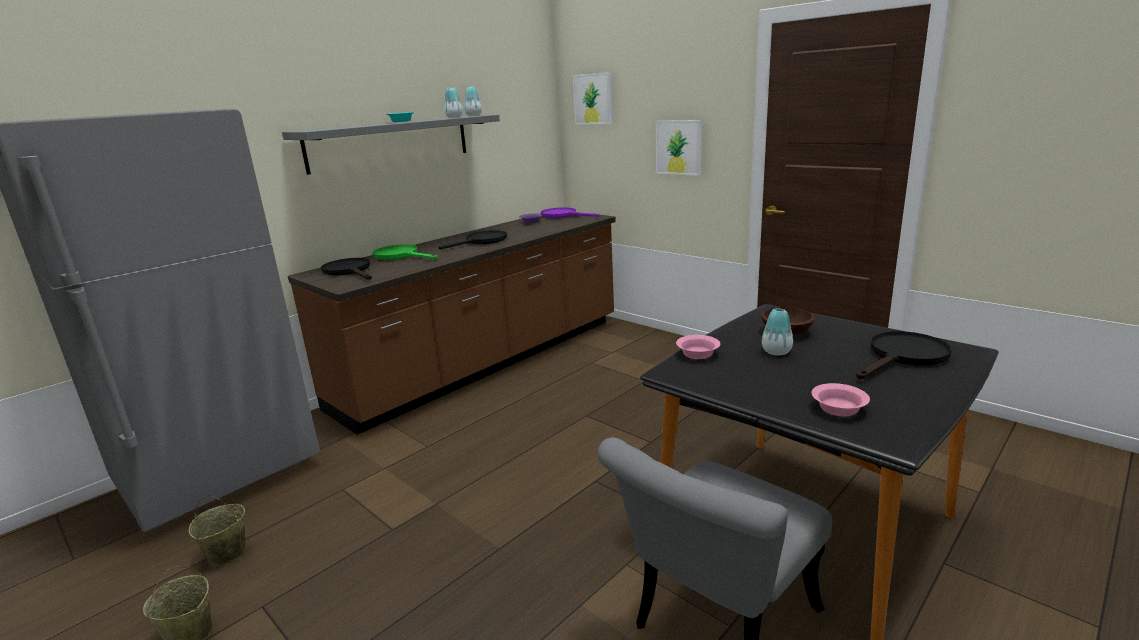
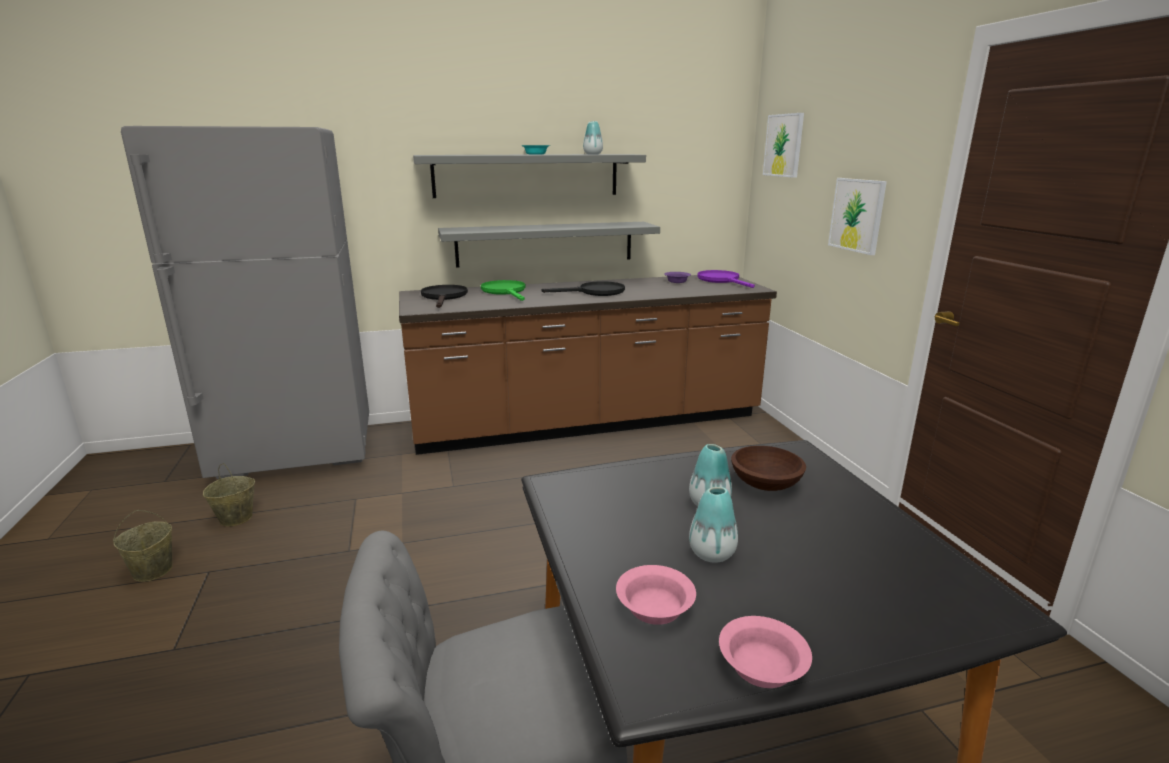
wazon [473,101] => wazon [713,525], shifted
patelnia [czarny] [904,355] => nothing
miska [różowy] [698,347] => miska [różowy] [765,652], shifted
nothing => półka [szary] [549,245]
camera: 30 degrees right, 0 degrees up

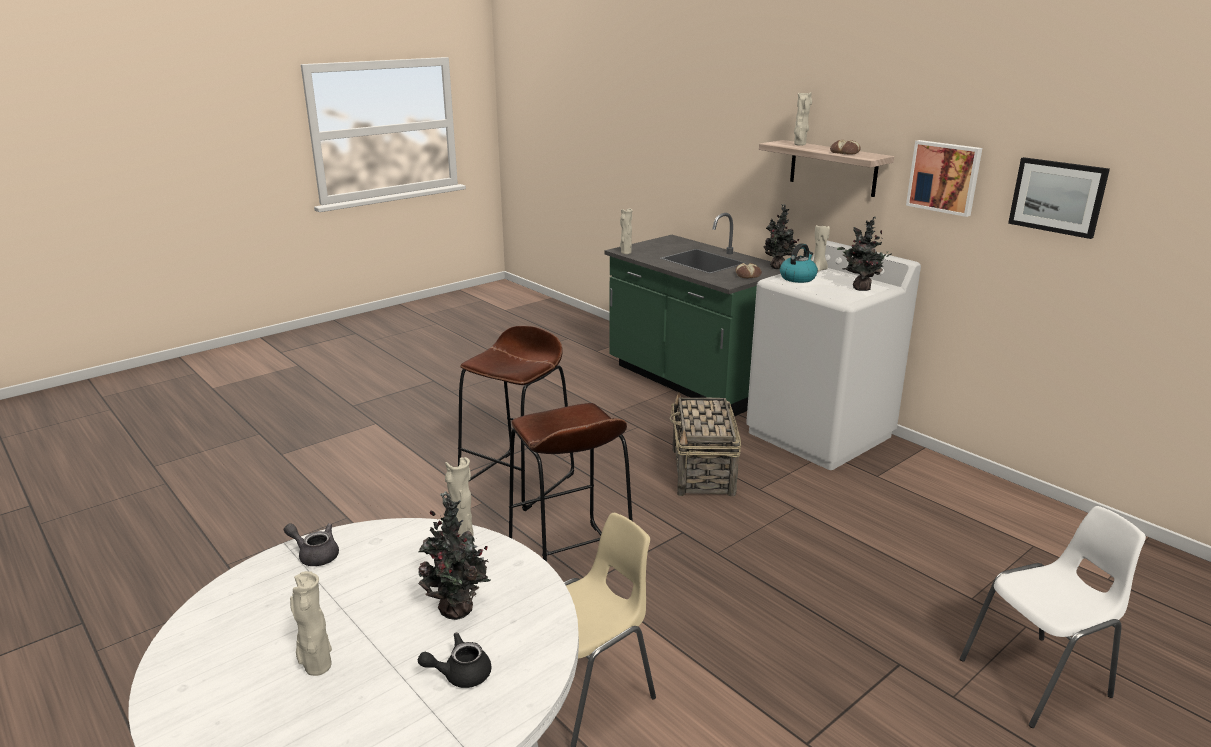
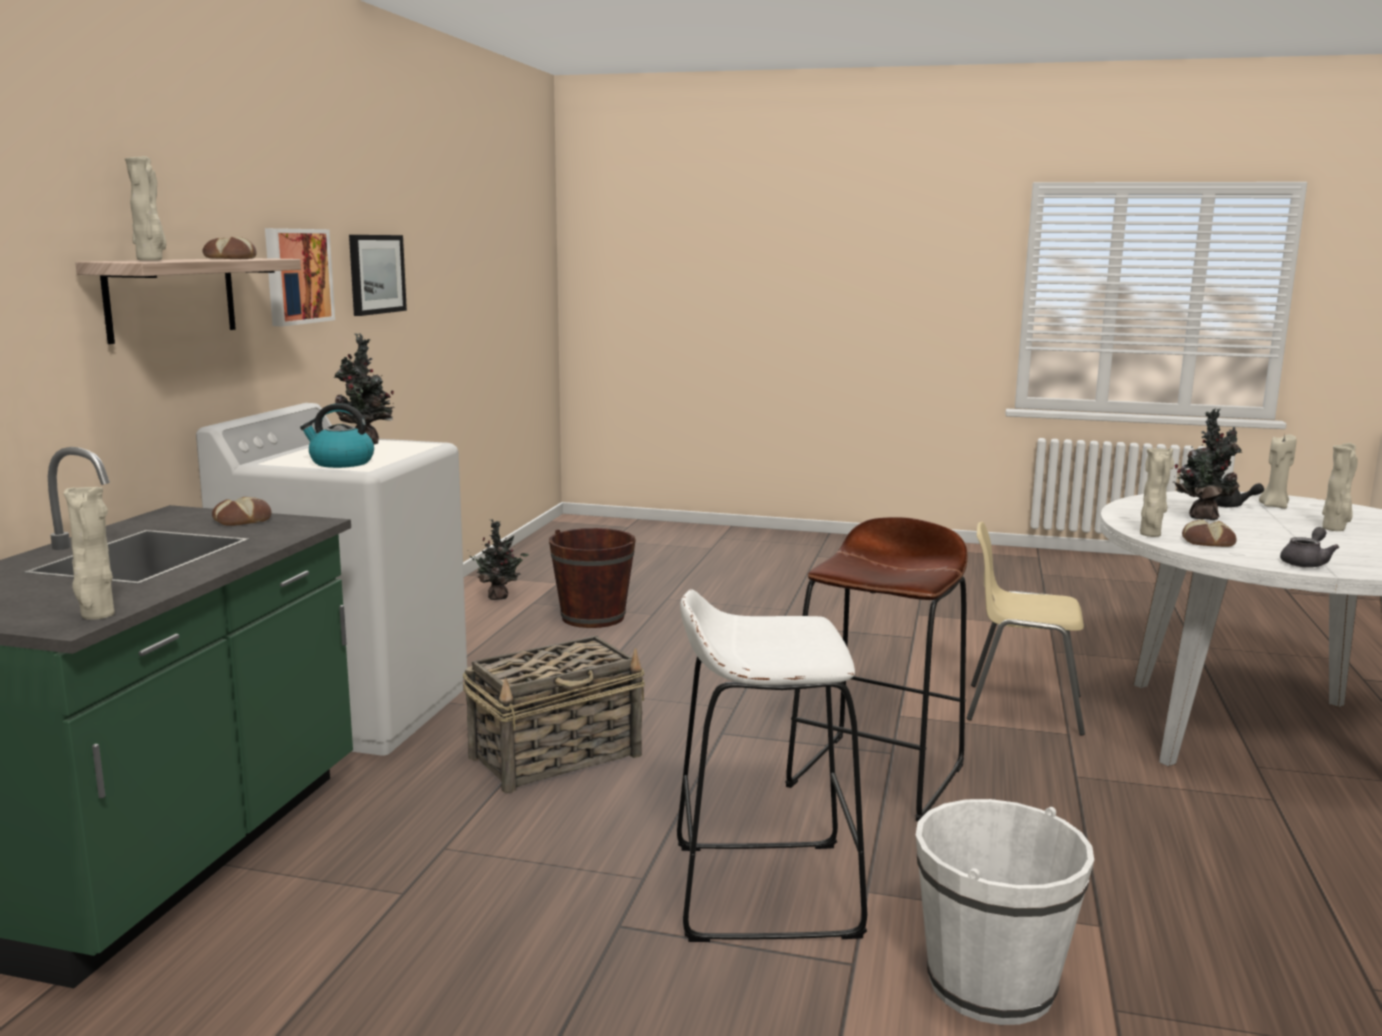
roślina doniczkowa [781,237] => roślina doniczkowa [498,559], shifted
świeca [beżowy] [821,248] => świeca [beżowy] [1278,471], shifted
stołek [brązowy] [516,418] => stołek [biały] [772,765]
krzesło [biały] [1053,617] => nothing
imbryk [szary] [311,544] => imbryk [szary] [1309,547], 120 degrees counterclockwise
nothing => chleb [1209,533]
nothing => wiadro [brązowy] [592,578]
nothing => wiadro [biały] [1005,912]
camera: 125 degrees left, 10 degrees down

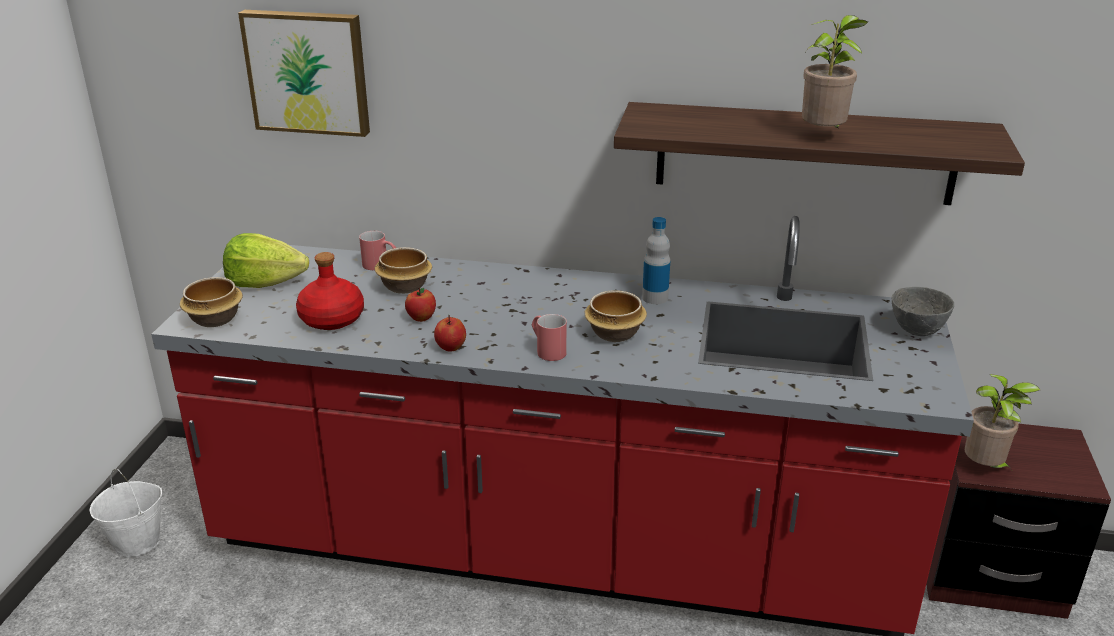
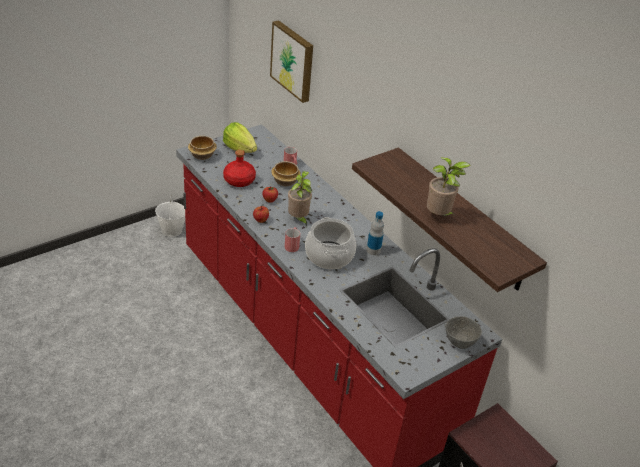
miska [616,316] => garnek [330,243]
roślina doniczkowa [1002,422] => roślina doniczkowa [300,199], shifted
camera: 40 degrees right, 10 degrees up

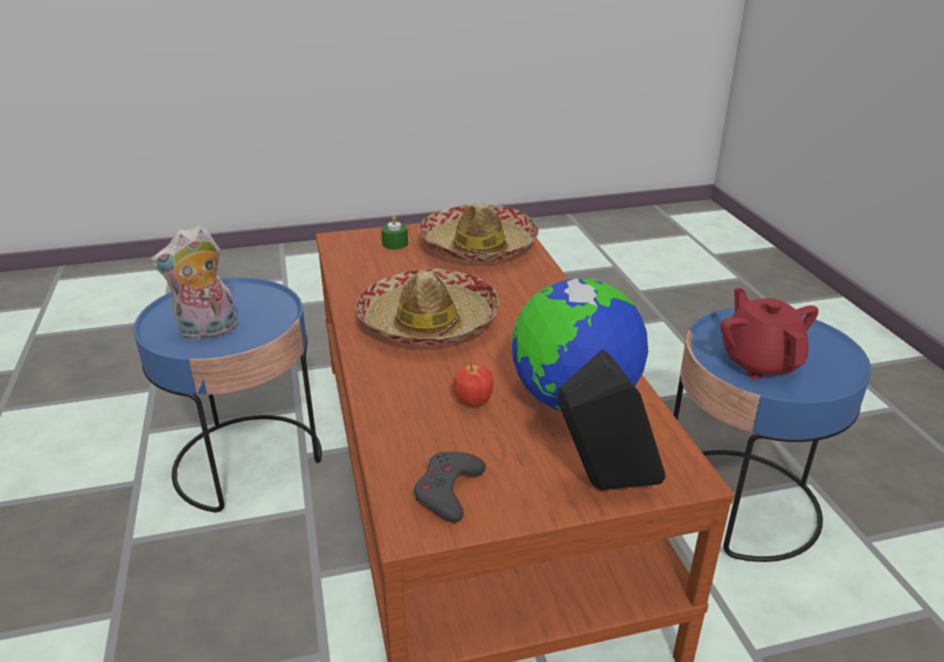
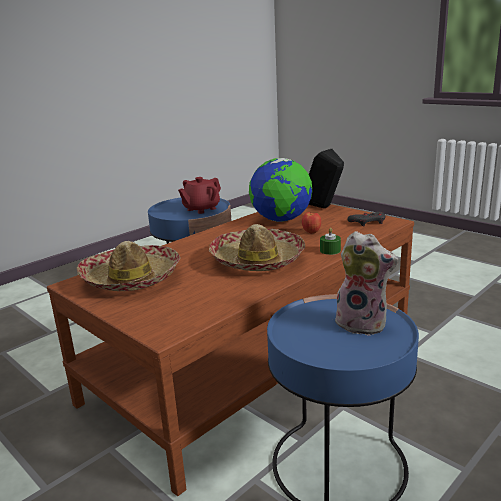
świeca [zielony] [394,232] => świeca [zielony] [330,241], shifted
camera: 120 degrees left, 10 degrees down

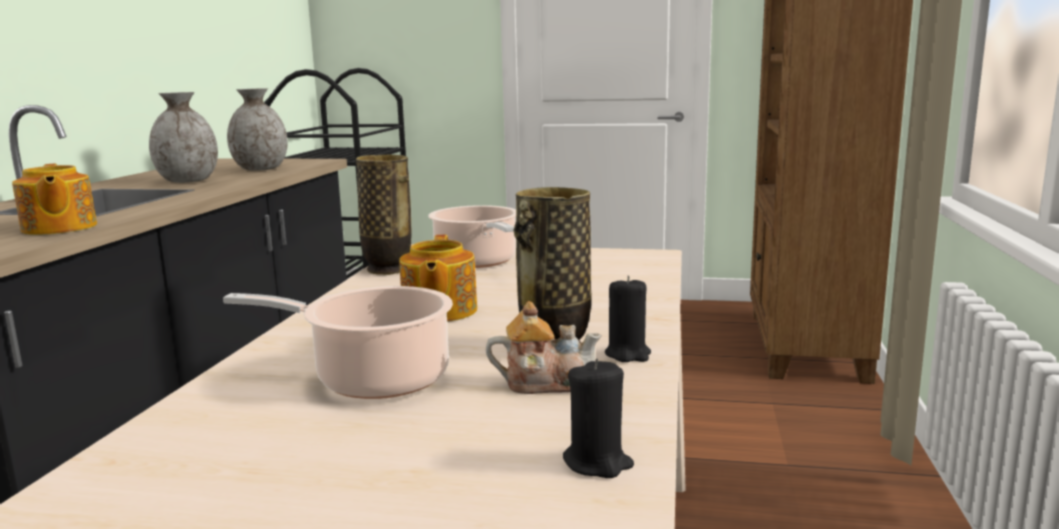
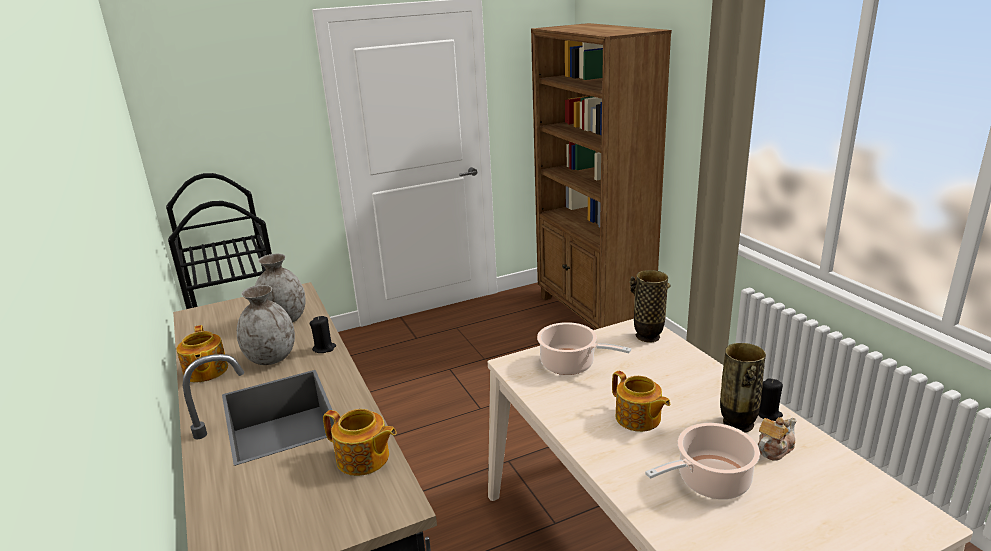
wazon [384,215] => wazon [649,306], shifted
świeca [czarny] [598,418] => świeca [czarny] [323,334], shifted
nothing => imbryk [202,353]
camera: 35 degrees left, 10 degrees up

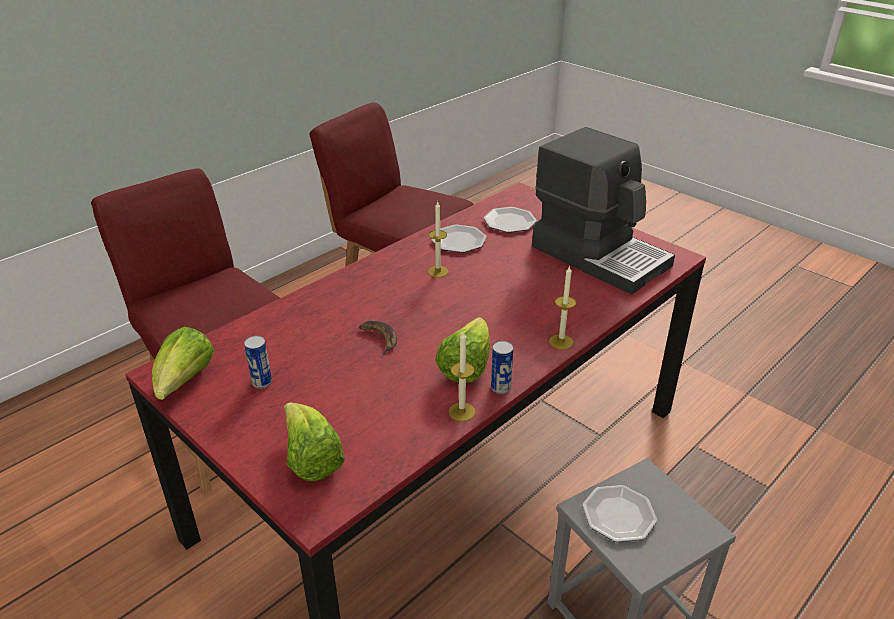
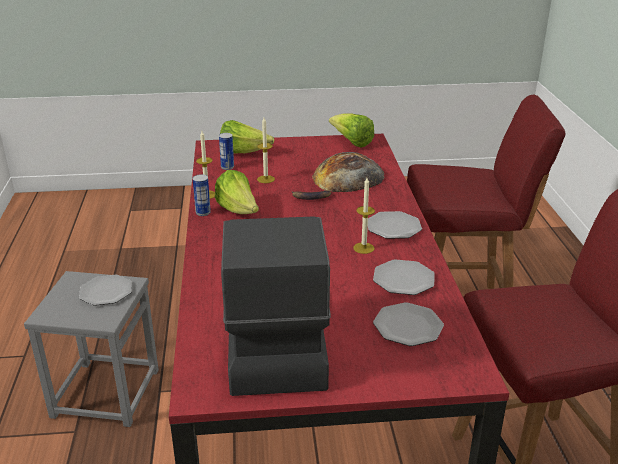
ekspres do kawy [603,210] => ekspres do kawy [276,306], 90 degrees clockwise
świeca [562,307] => świeca [266,150], shifted
puszka [258,362] => puszka [226,151], shifted
nothing => chleb [348,172]
nothing => talerz [395,225]
camera: 130 degrees right, 5 degrees down

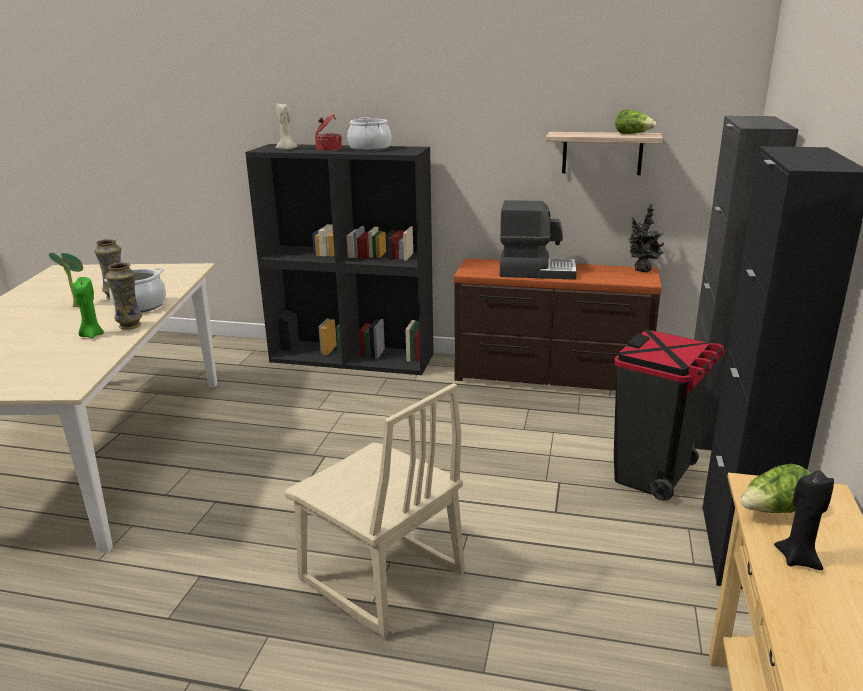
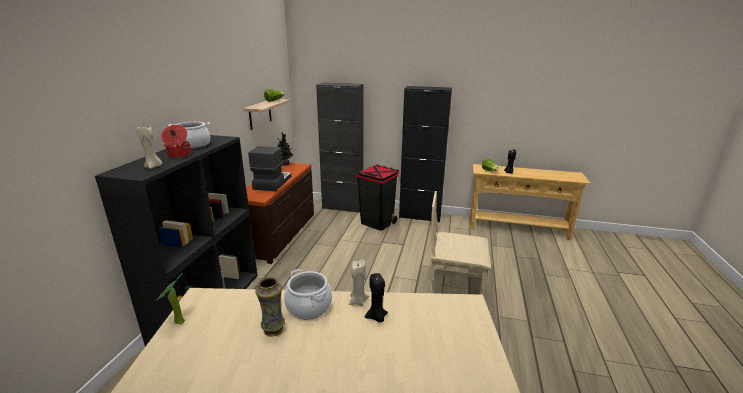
roślina doniczkowa [66,279] => roślina doniczkowa [170,298], shifted
wazon [123,296] => świeca [beżowy] [359,282]
świeca [zielony] [88,307] => świeca [czarny] [376,297]
krzesło [beżowy] [374,510] => krzesło [beżowy] [459,244], 120 degrees counterclockwise
camera: 90 degrees left, 0 degrees up

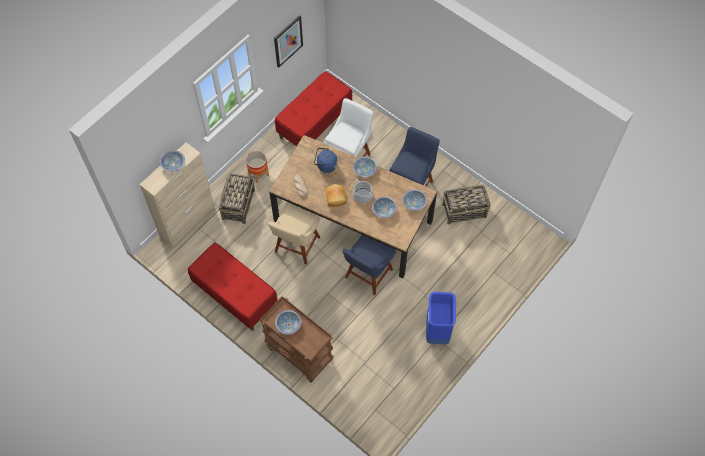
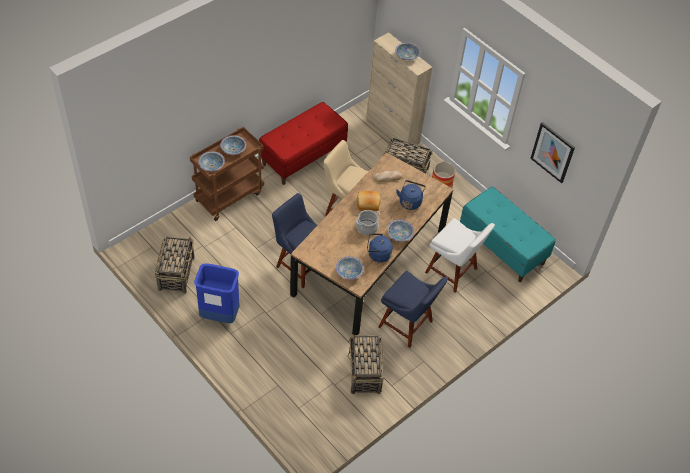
ławka [czerwony] [313,109] => ławka [turkusowy] [508,234]
miska [384,207] => miska [211,161], shifted
nothing => czajnik [niebieski] [380,248]
nothing => koszyk [174,265]
camera: 95 degrees right, 10 degrees down

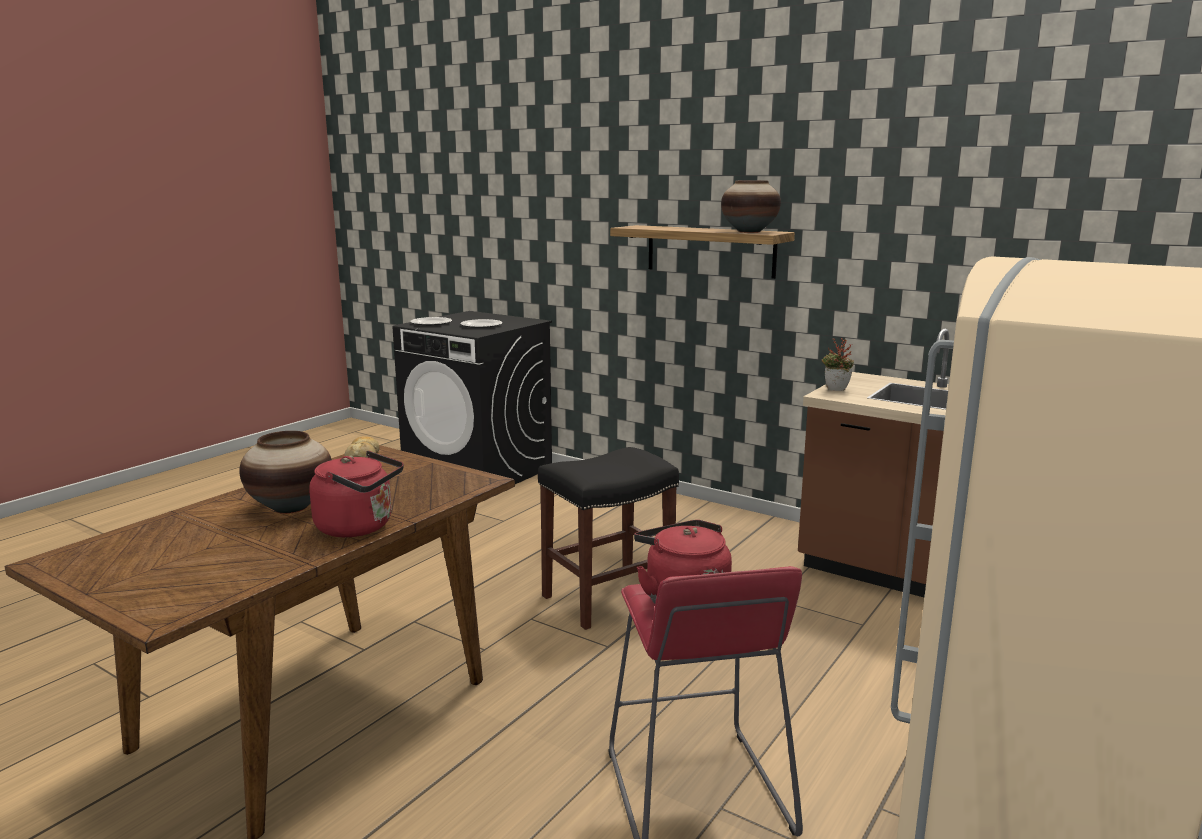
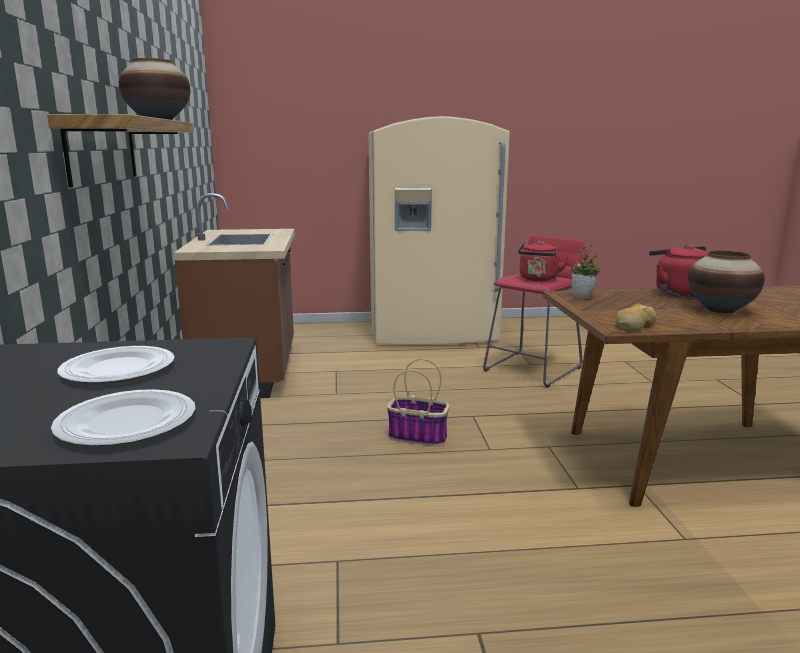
roślina doniczkowa [838,364] => roślina doniczkowa [586,271], shifted
stołek [czarny] [608,538] => koszyk [418,402]
camera: 130 degrees left, 0 degrees up

